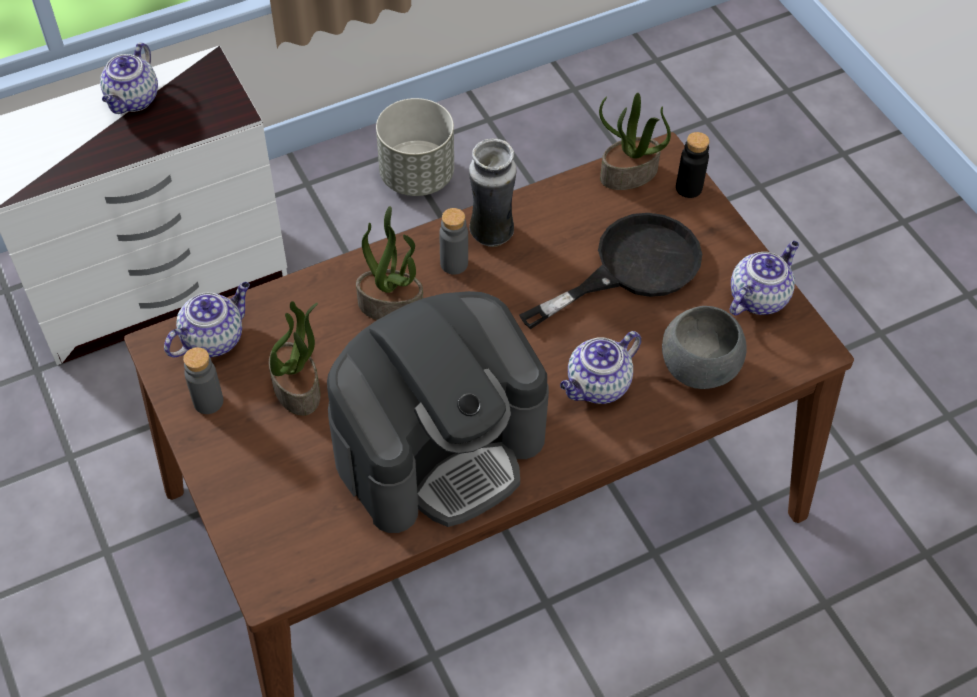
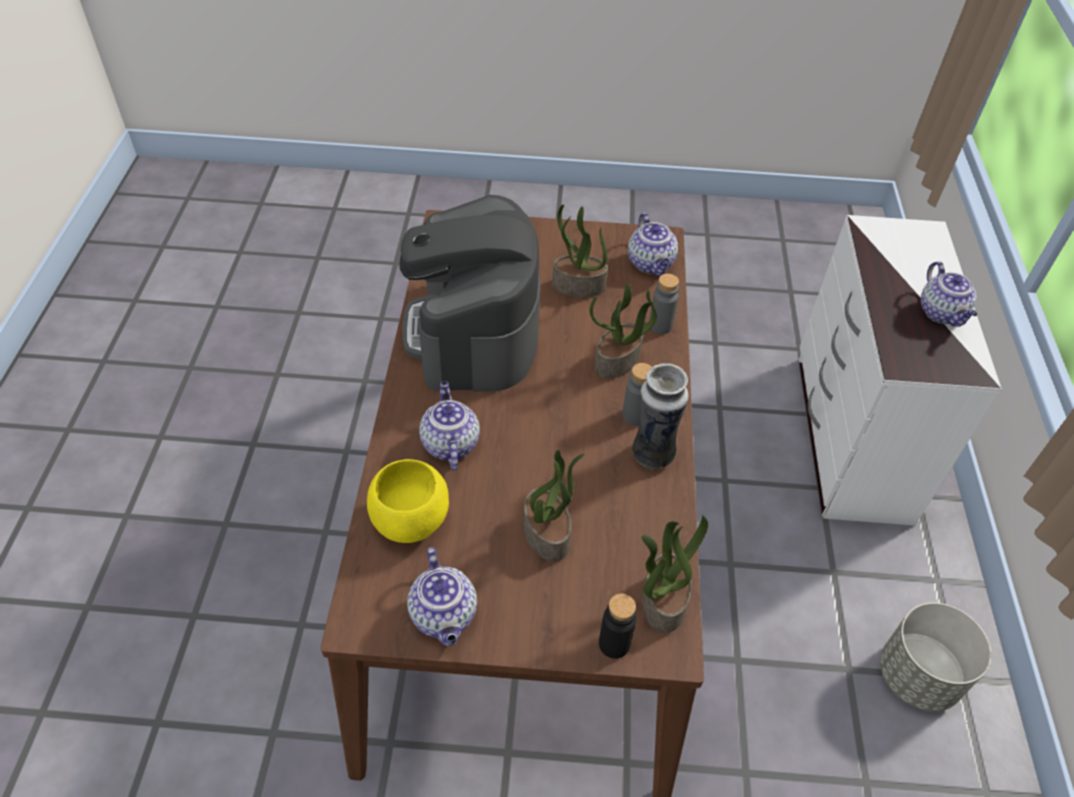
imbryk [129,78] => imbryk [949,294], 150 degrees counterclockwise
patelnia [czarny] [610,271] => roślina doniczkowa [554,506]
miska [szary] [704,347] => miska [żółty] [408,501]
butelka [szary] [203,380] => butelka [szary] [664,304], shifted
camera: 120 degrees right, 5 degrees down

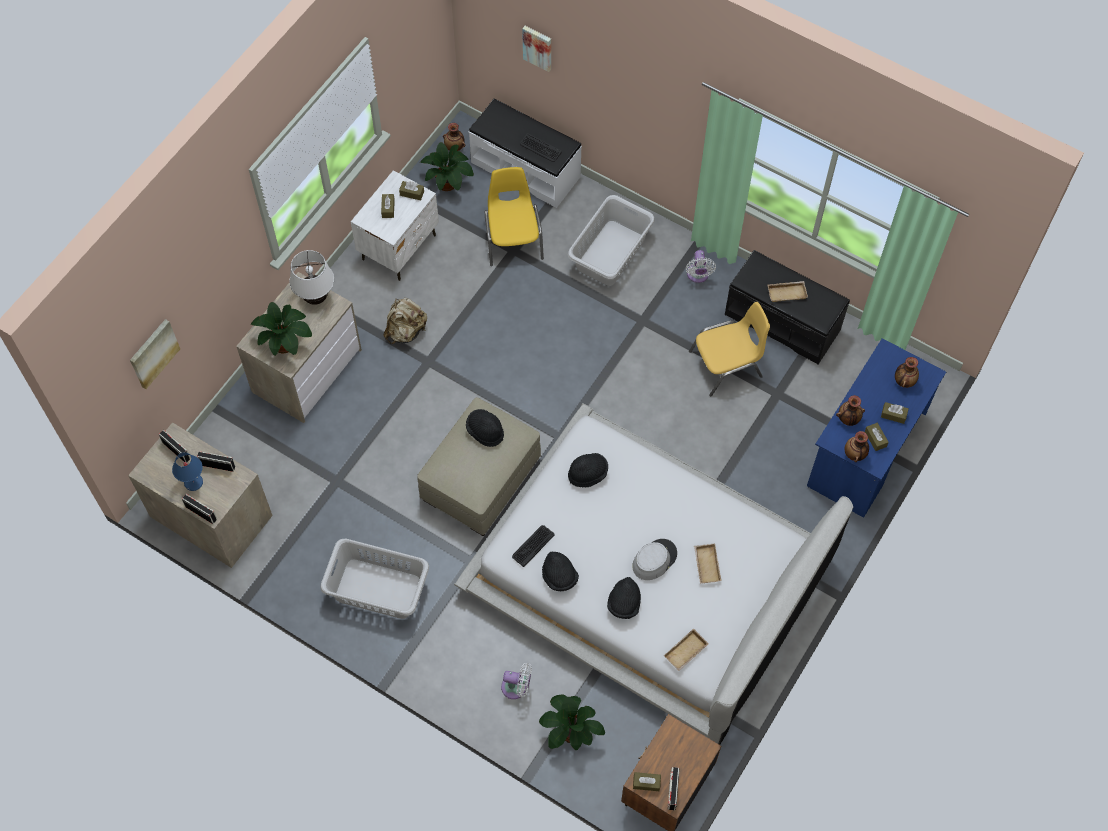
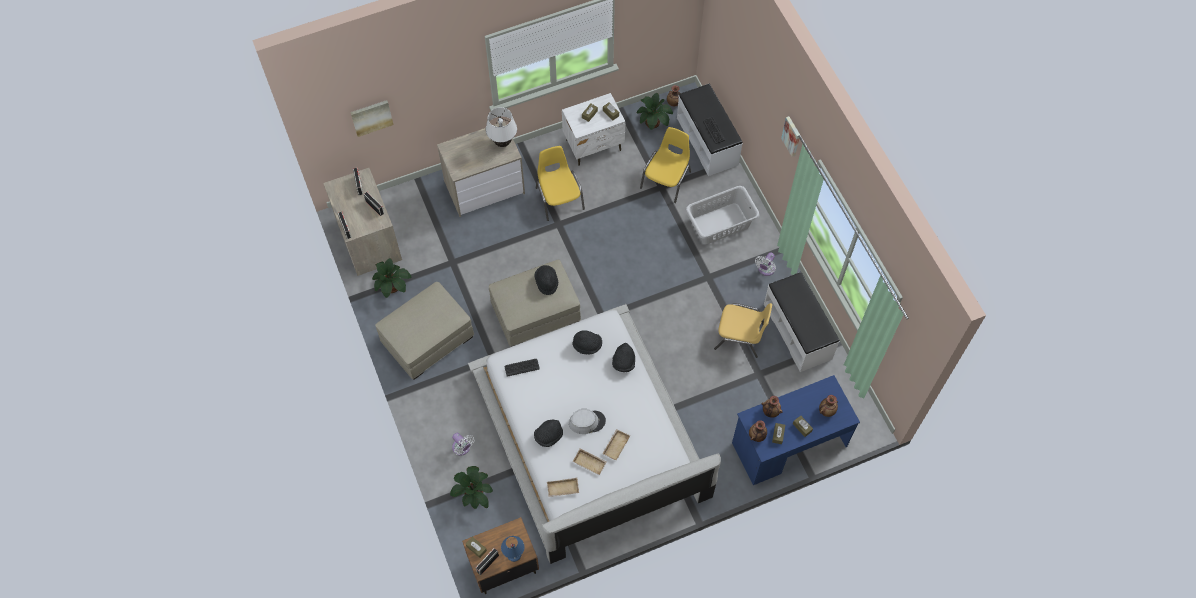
obraz [536,49] => obraz [790,136], shifted
ławka [czarny] [787,307] => ławka [biały] [802,322]
taca [beżowy] [788,291] => taca [beżowy] [589,462], shifted
plecak [beżowy] [405,321] => krzesło [żółty] [560,183]
roślina doniczkowa [281,329] => roślina doniczkowa [391,278], shifted
lampa stołowa [niebieski] [187,471] => lampa stołowa [niebieski] [512,549], shifted
kosz na pranie [szary] [374,579] => pufa [beżowy] [424,331]
kapelusz [czarny] [560,571] => kapelusz [czarny] [623,357], shifted
camera: 35 degrees right, 0 degrees up

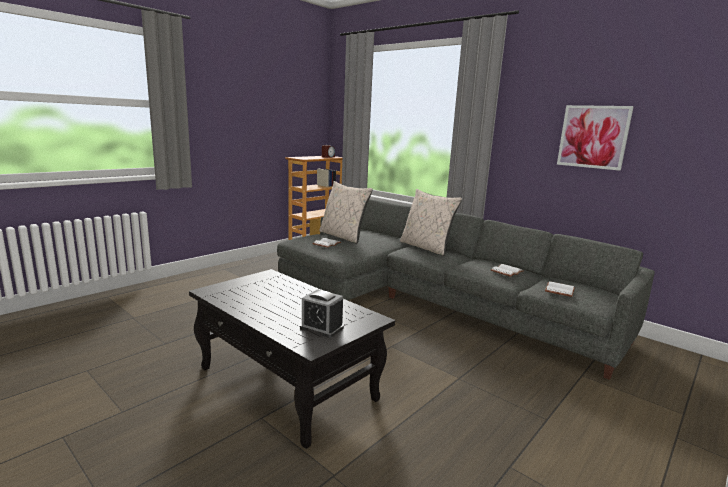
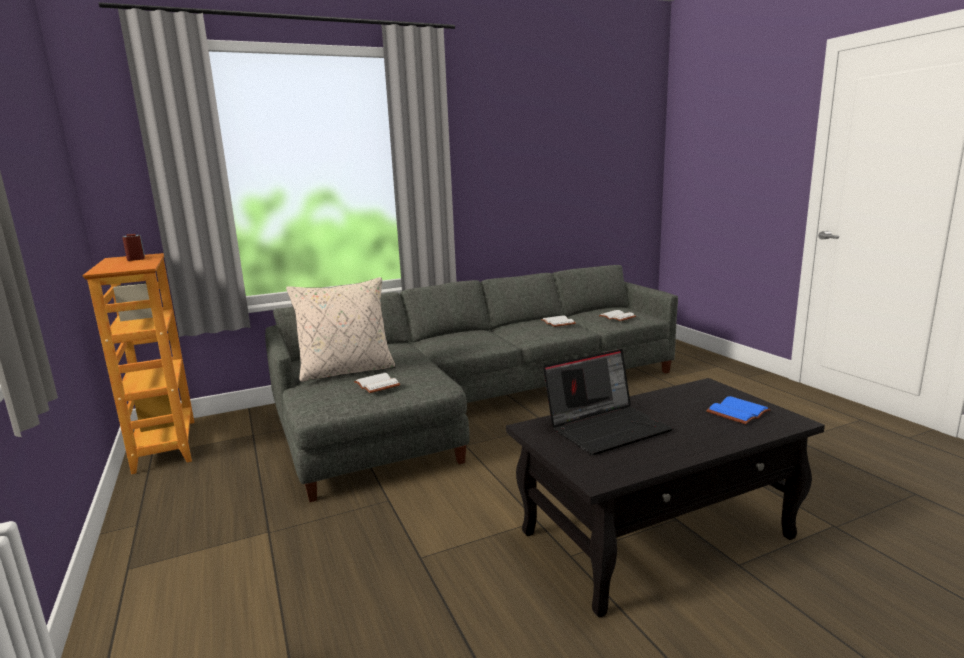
obraz [595,138] => nothing
poduszka [beżowy] [431,222] => nothing
budzik [322,313] => książka [niebieski] [738,410]
nothing => laptop [608,402]
camera: 65 degrees left, 0 degrees up

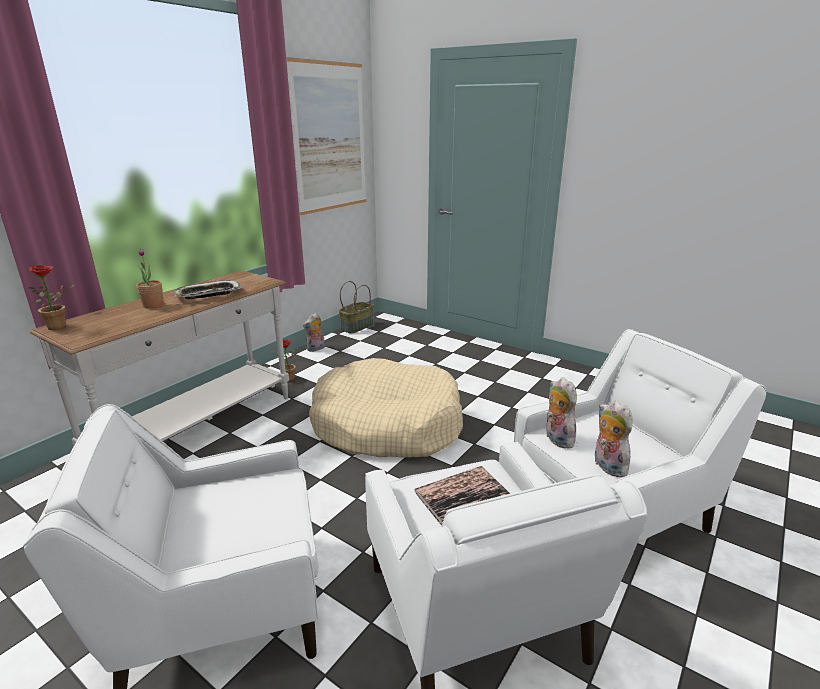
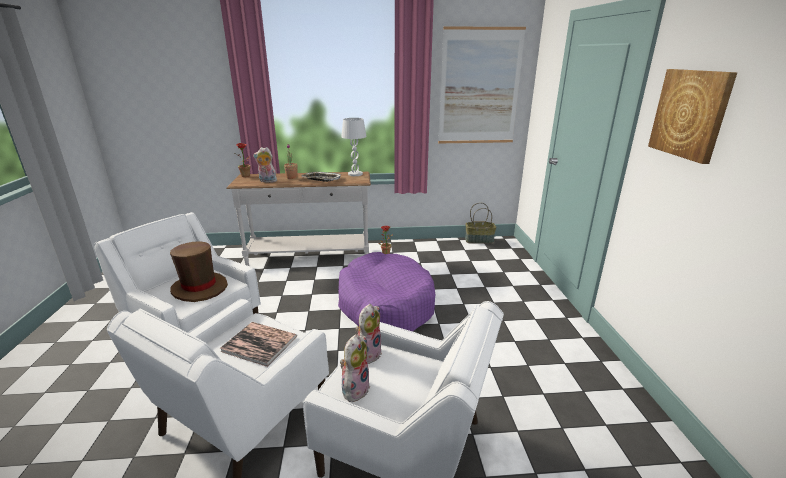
pluszak [314,332] => pluszak [265,165], shifted
legowisko [beżowy] [386,407] => legowisko [fioletowy] [386,292]
nothing => obraz [692,116]
nothing => lampa stołowa [biały] [354,147]
nothing => kapelusz [brązowy] [199,271]
camera: 50 degrees right, 0 degrees up

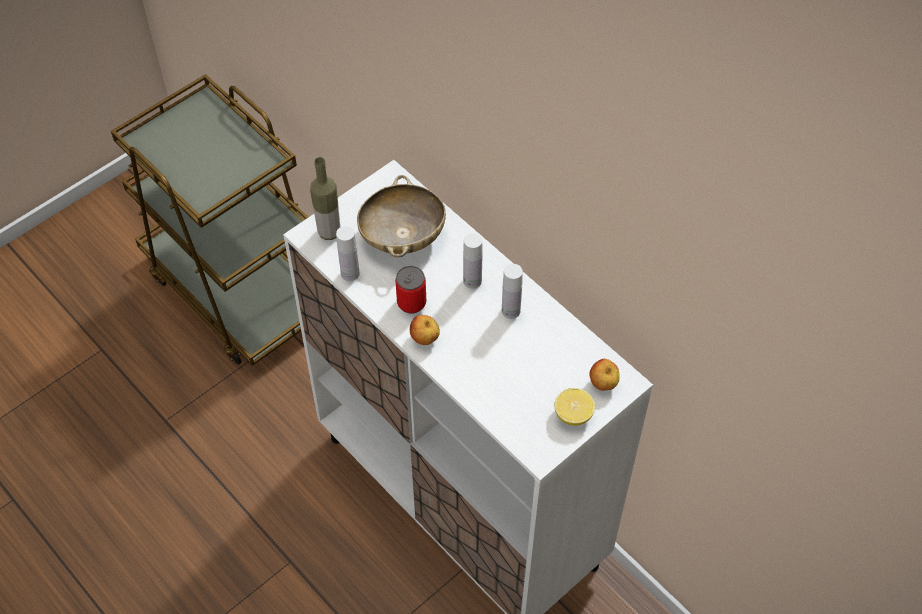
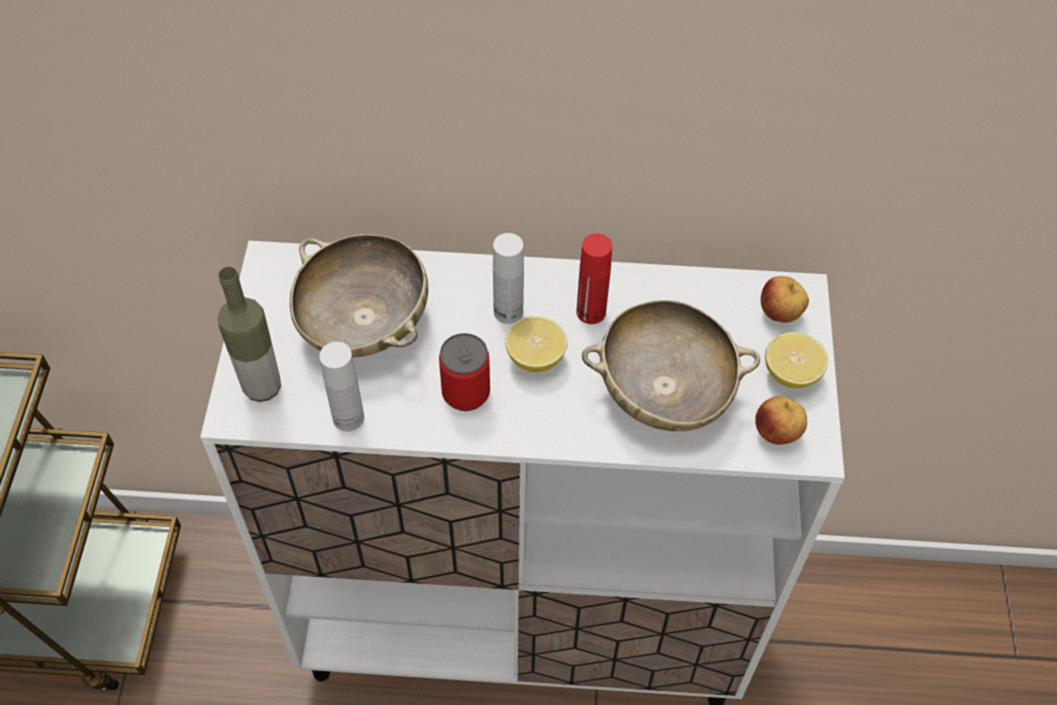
butelka [biały] [512,291] => butelka [czerwony] [594,279]
jabłko [425,330] => jabłko [781,420], shifted
nothing => miska [beżowy] [671,365]
nothing => cytryna [536,344]
camera: 45 degrees left, 0 degrees up

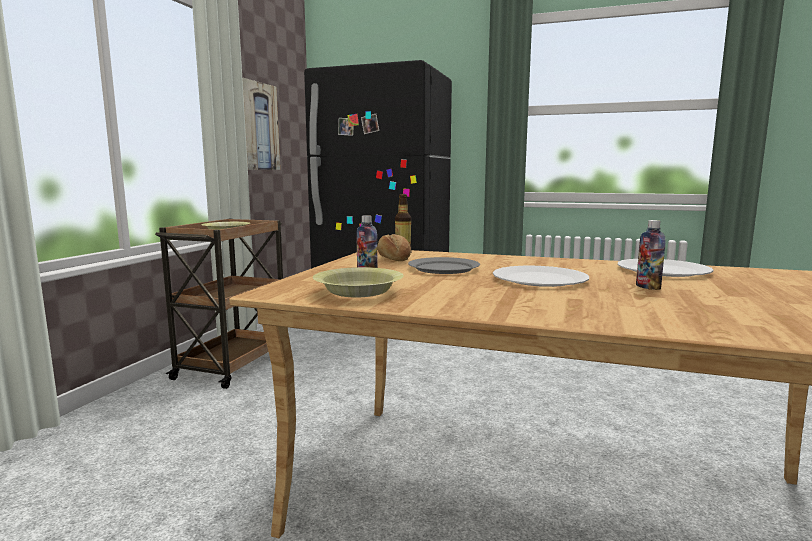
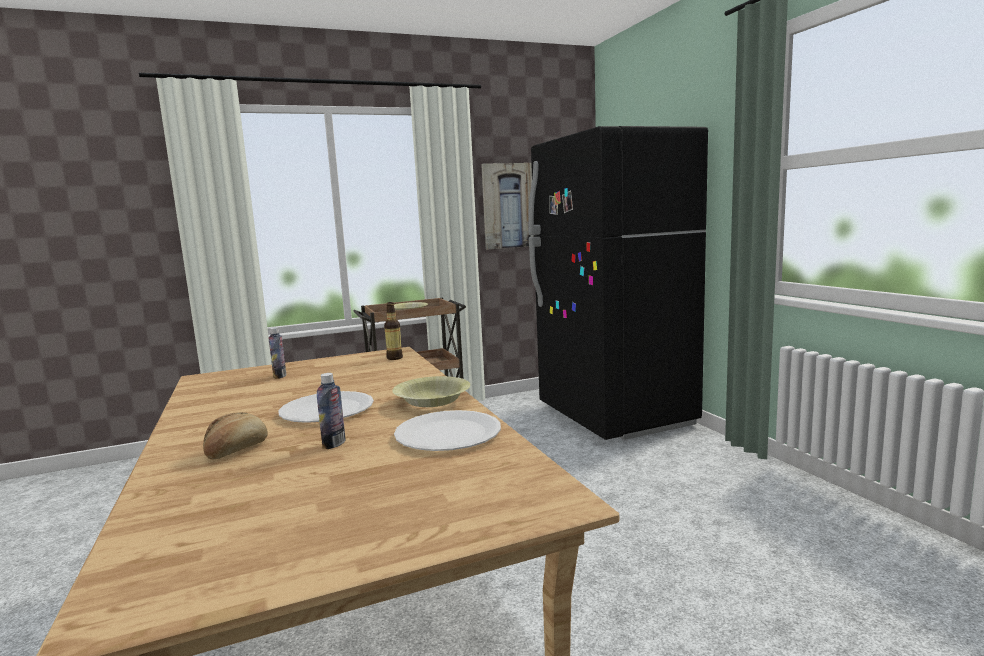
chleb [394,247] => chleb [235,435], shifted
talerz [szary] [444,265] => nothing
miska [żółty] [358,282] => miska [żółty] [431,391], shifted
camera: 50 degrees right, 0 degrees up

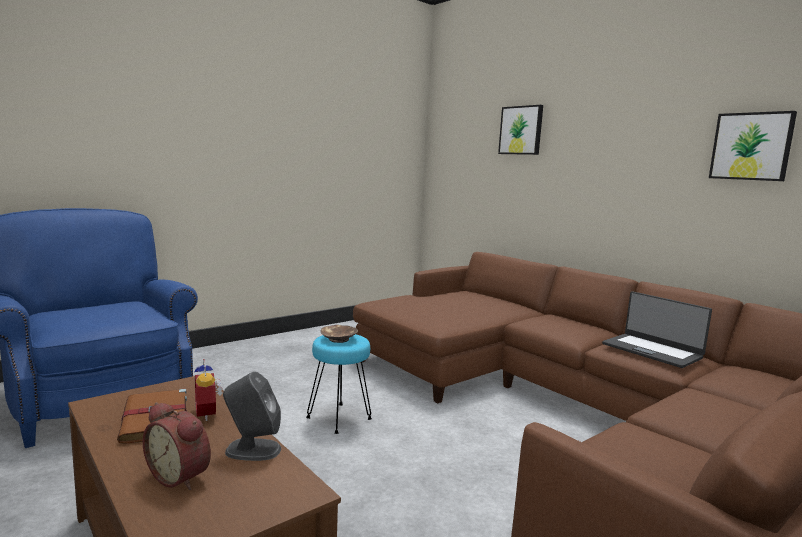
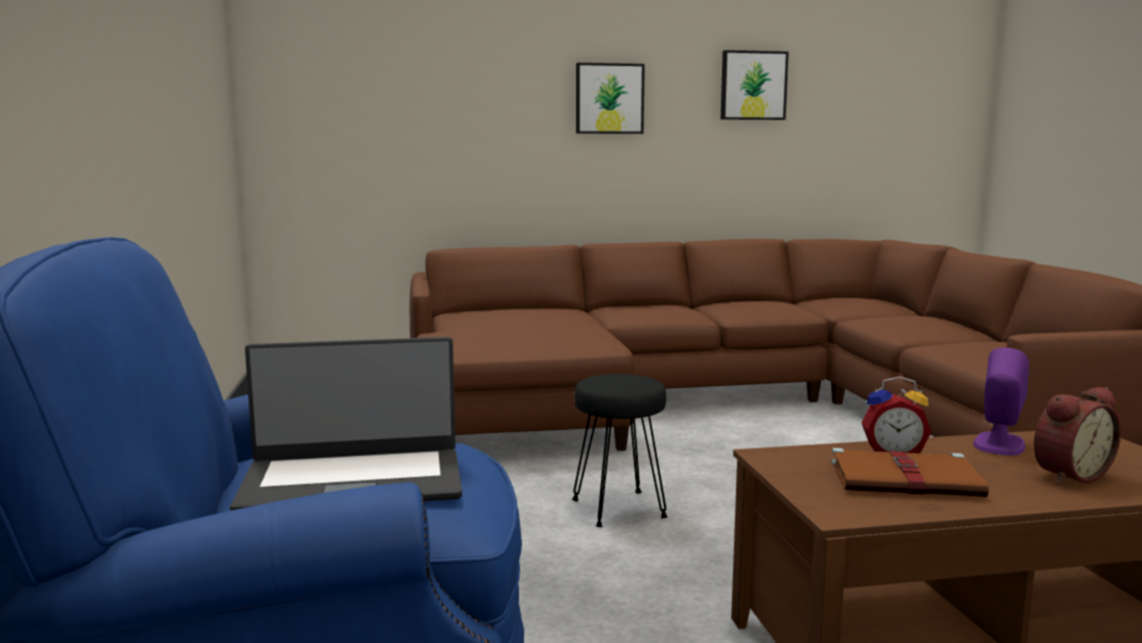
obraz [520,130] => obraz [610,98], shifted
laptop [657,329] => laptop [346,424], shifted
miska [brązowy] [339,334] => nothing
stołek [turkusowy] [339,384] => stołek [czarny] [620,450]
głośnik [szary] [252,416] => głośnik [fioletowy] [1001,401]
camera: 60 degrees left, 0 degrees up

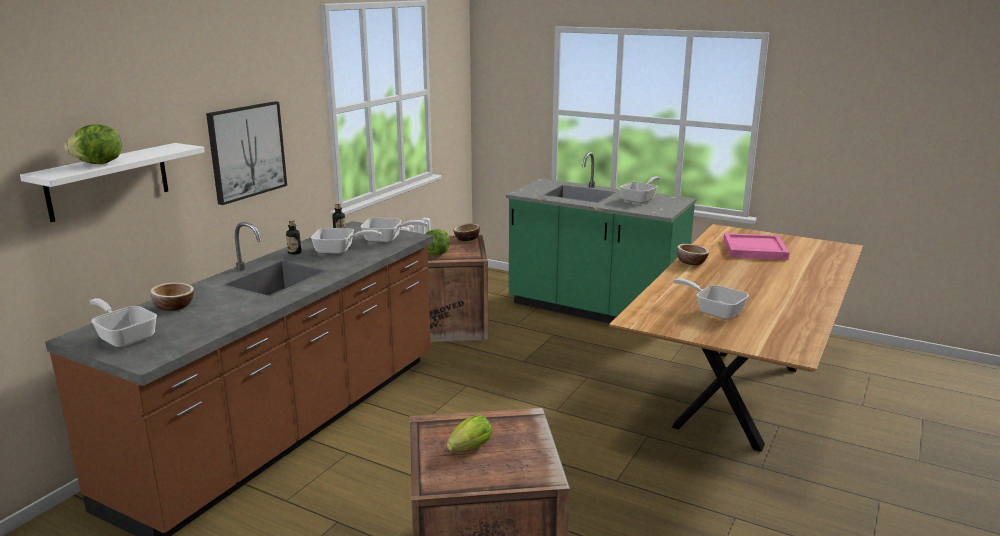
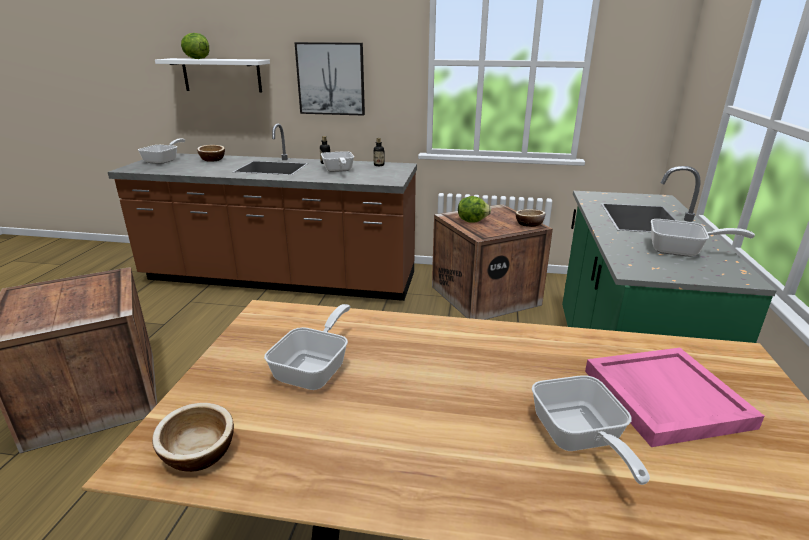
patelnia [394,230] => patelnia [591,430], shifted
miska [693,254] => miska [193,437], shifted
sałata [469,433] => nothing
camera: 70 degrees right, 5 degrees up

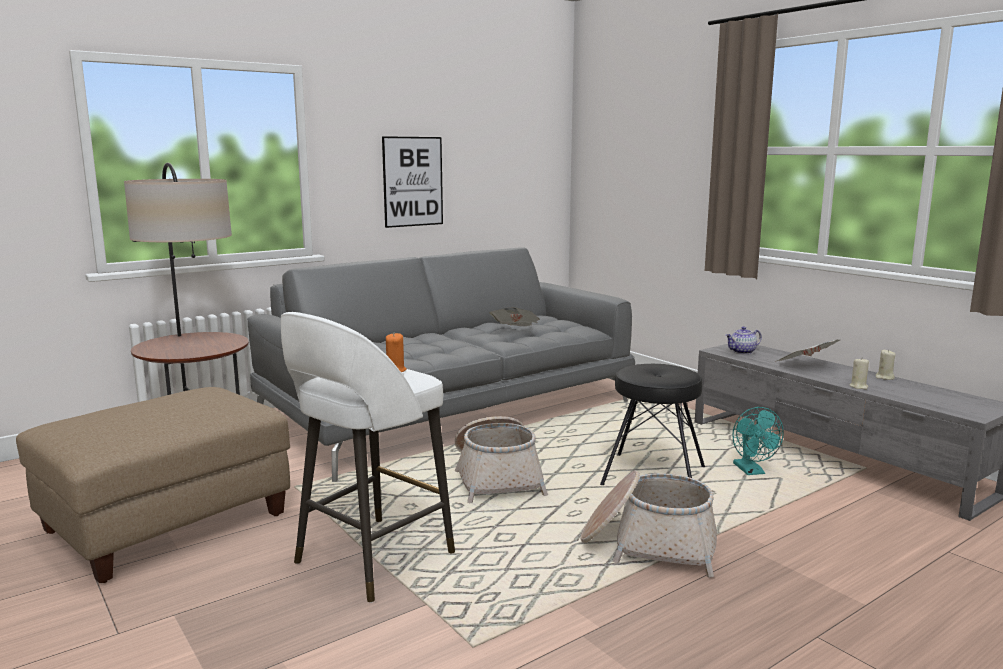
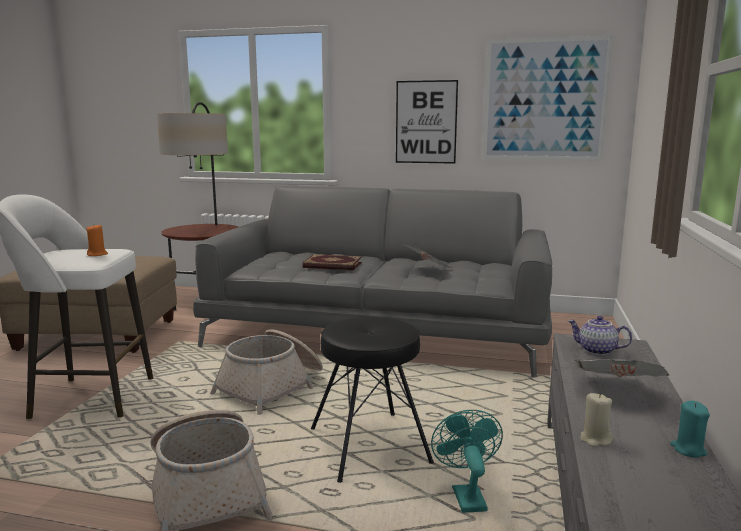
świeca [beżowy] [885,364] => świeca [turkusowy] [690,429]
wentylator [turkusowy] [758,441] => wentylator [turkusowy] [467,461], 135 degrees clockwise
nothing => obraz [548,98]
nothing => książka [332,262]
camera: 50 degrees right, 0 degrees up

